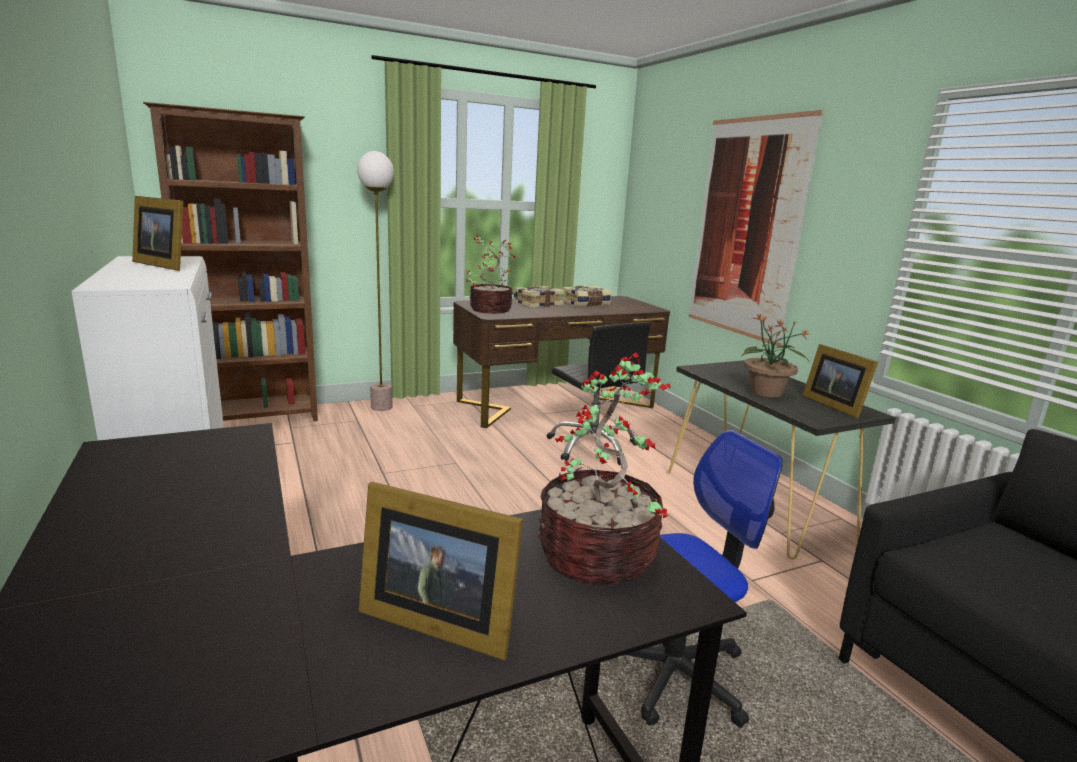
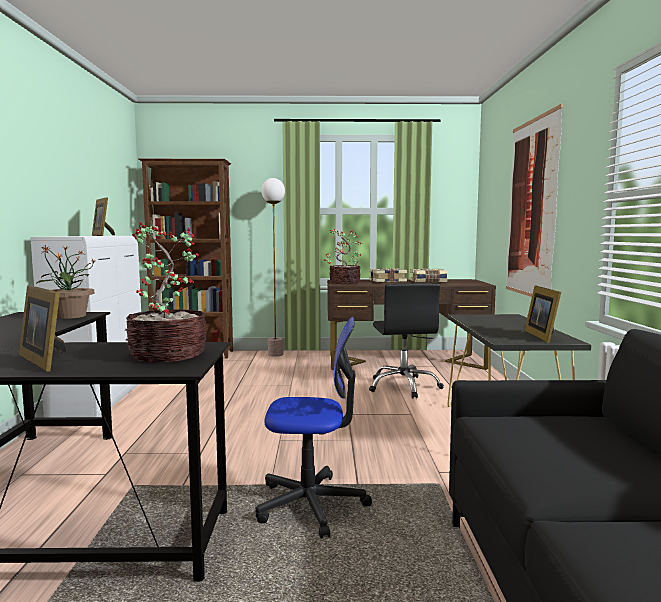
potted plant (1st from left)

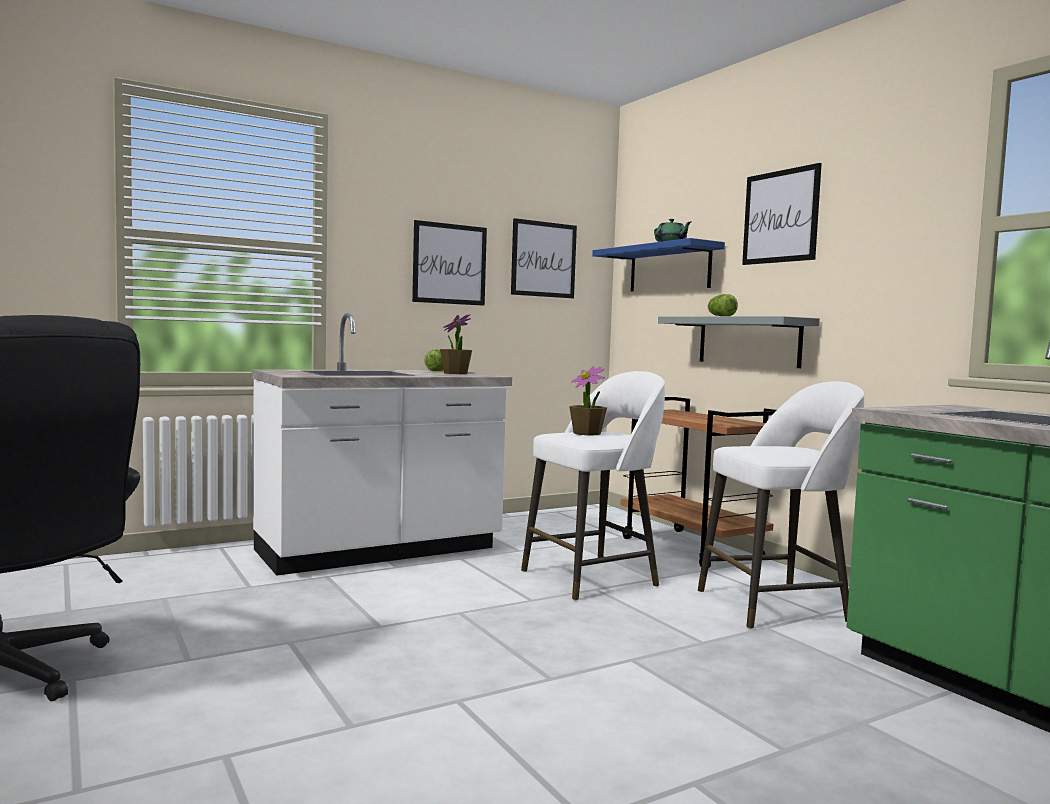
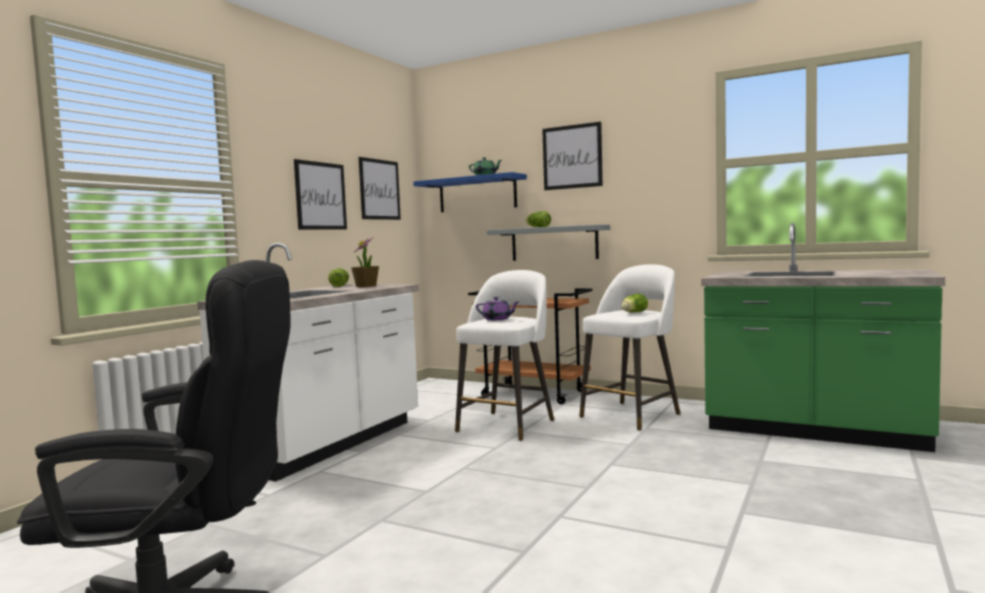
purplish tea pot
lettuce (3rd from left)

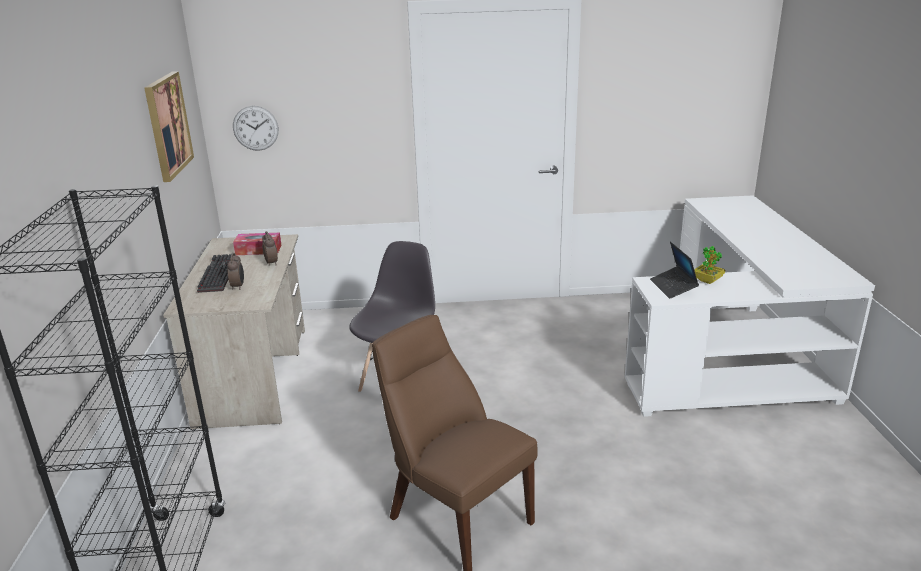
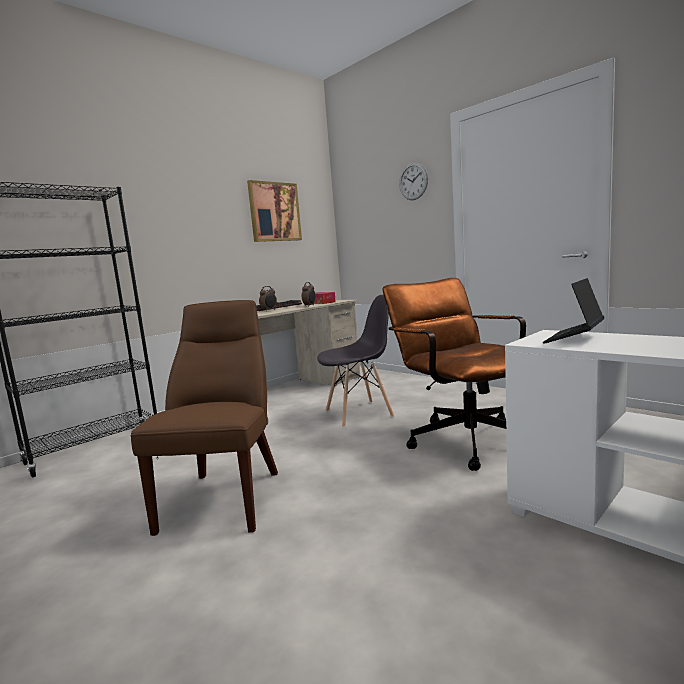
brownish computer chair
wall clock
potted plant

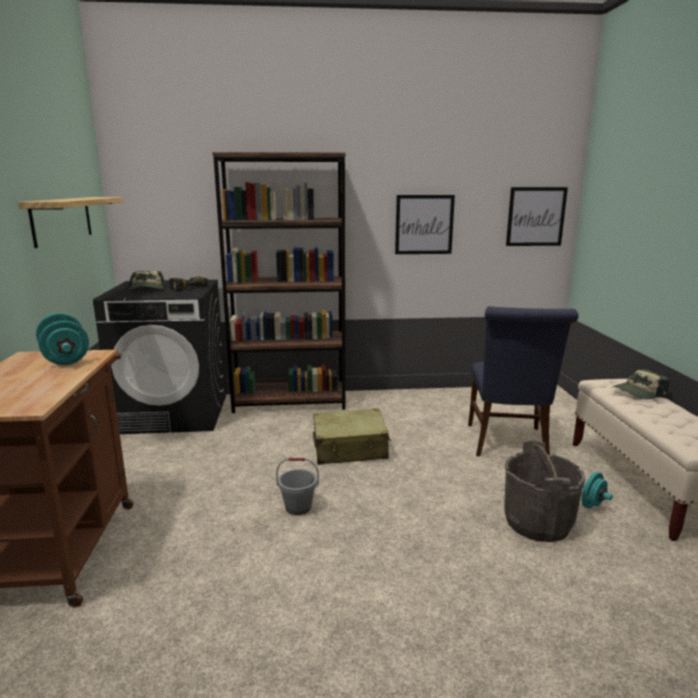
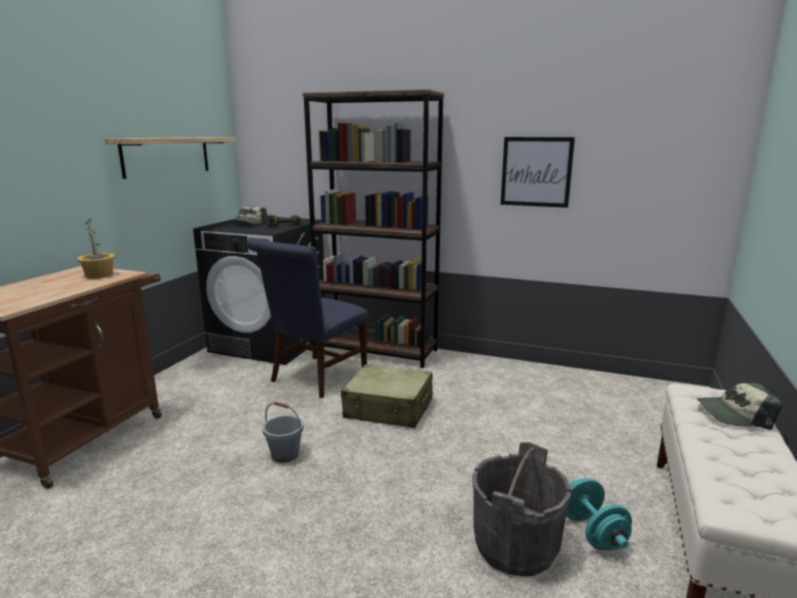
potted plant
blue upright chair
wall art (2nd from left in the first image)

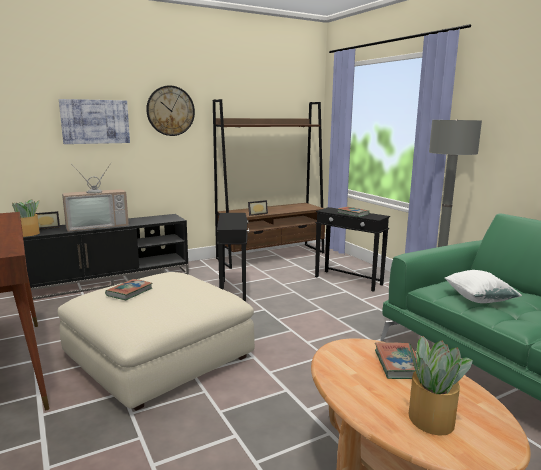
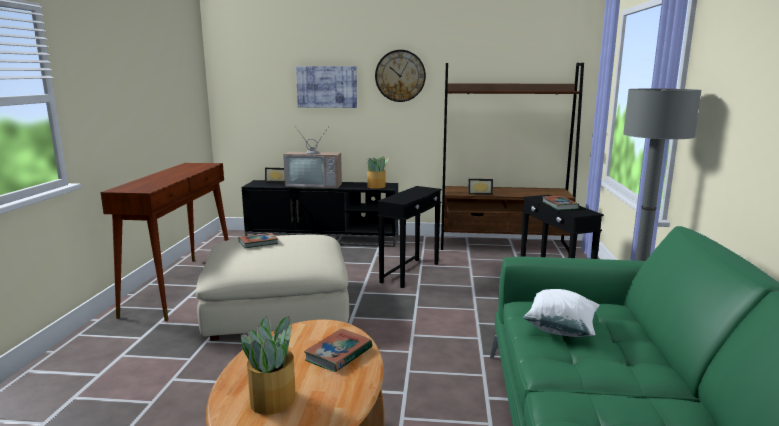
potted plant (2nd from left)

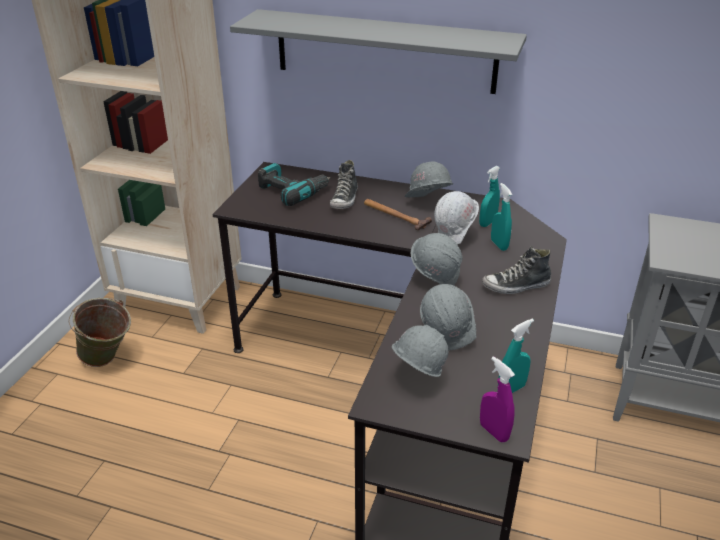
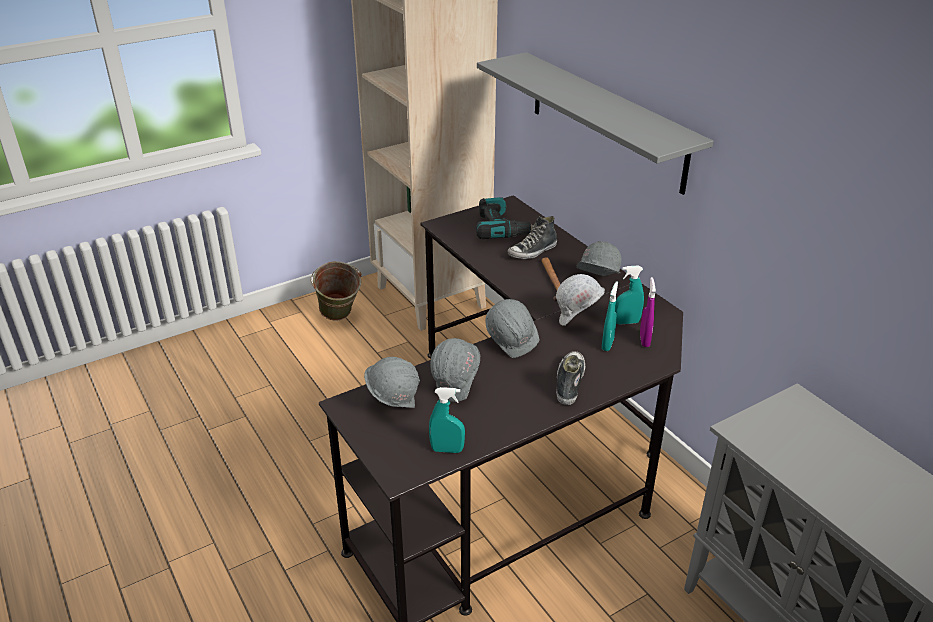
item of footwear (2nd from left)
purplish hand sprayer

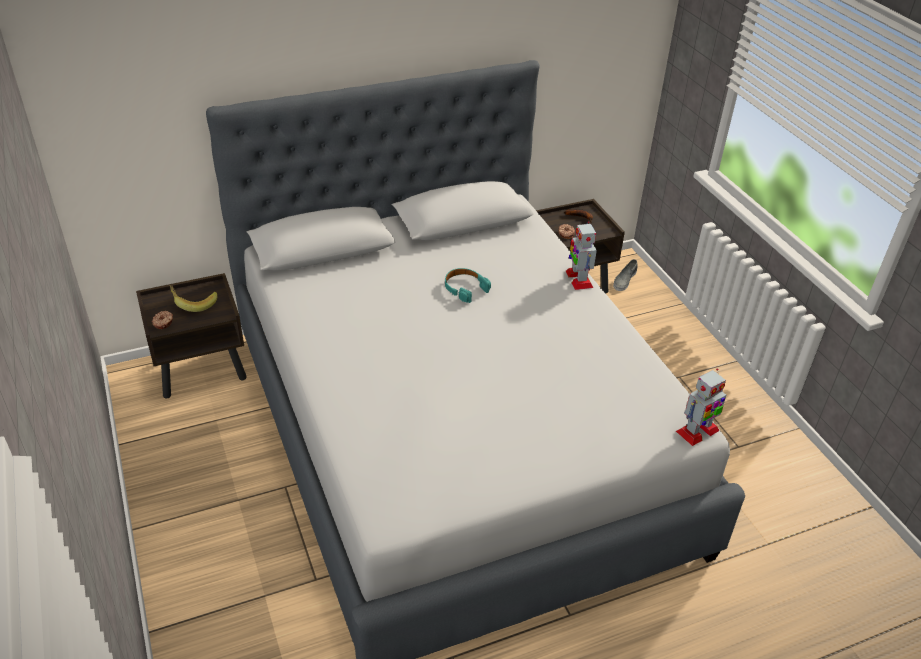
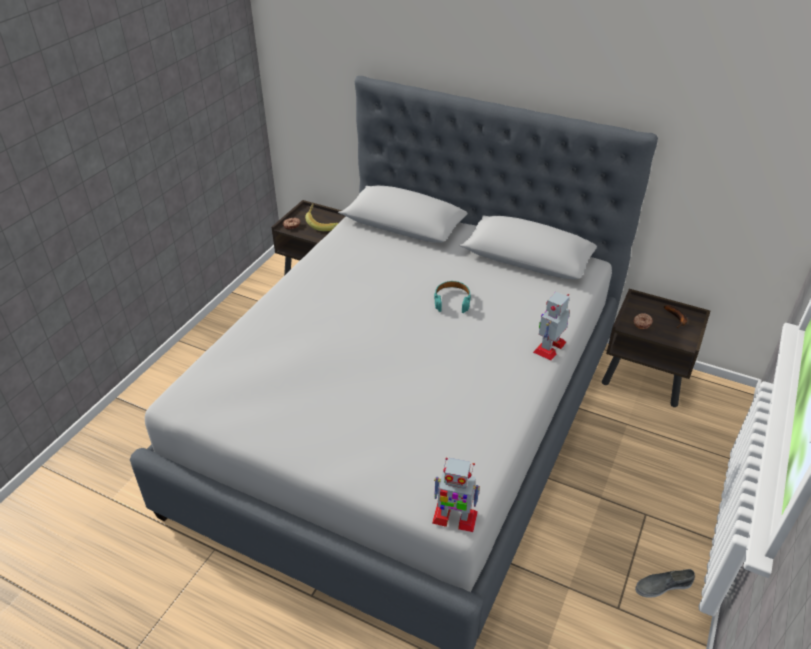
gray item of footwear

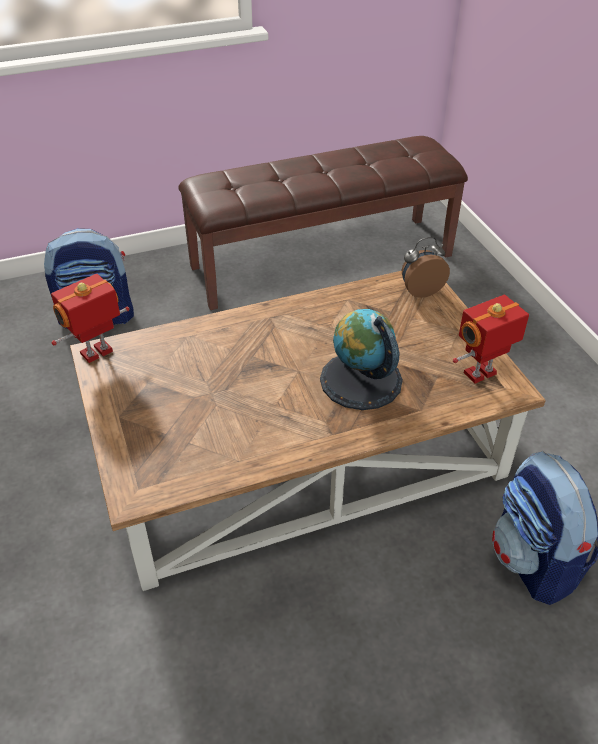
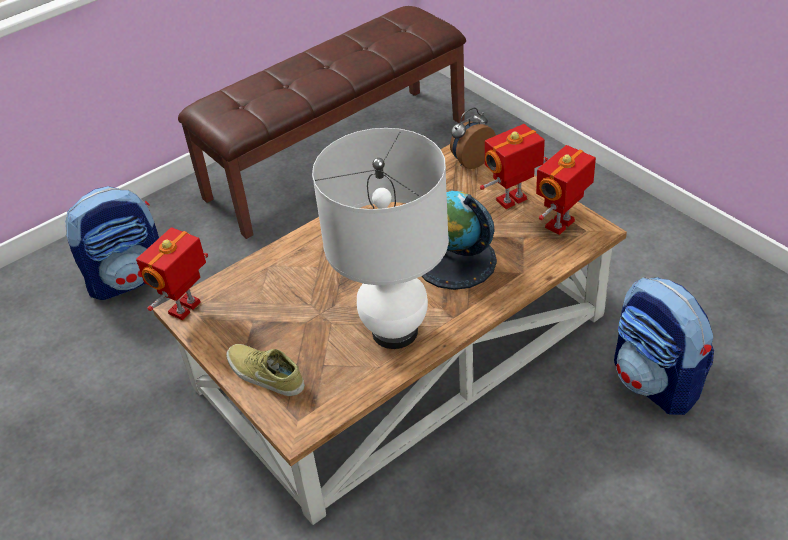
sand-coloured item of footwear
whitish table lamp
toy robot (2nd from left)

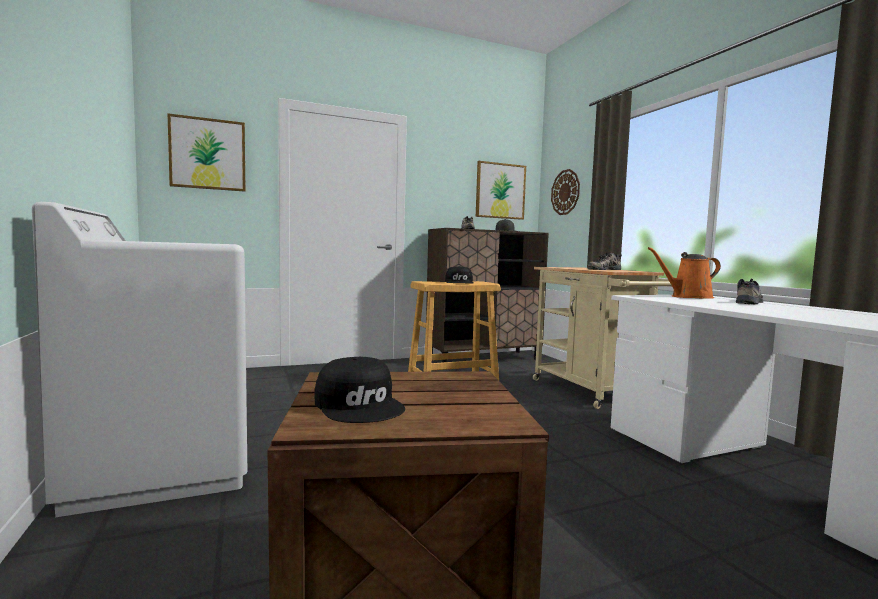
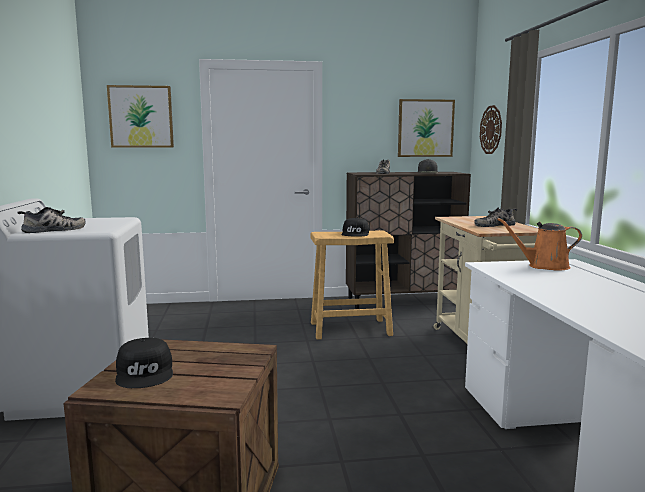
item of footwear (1st from left)

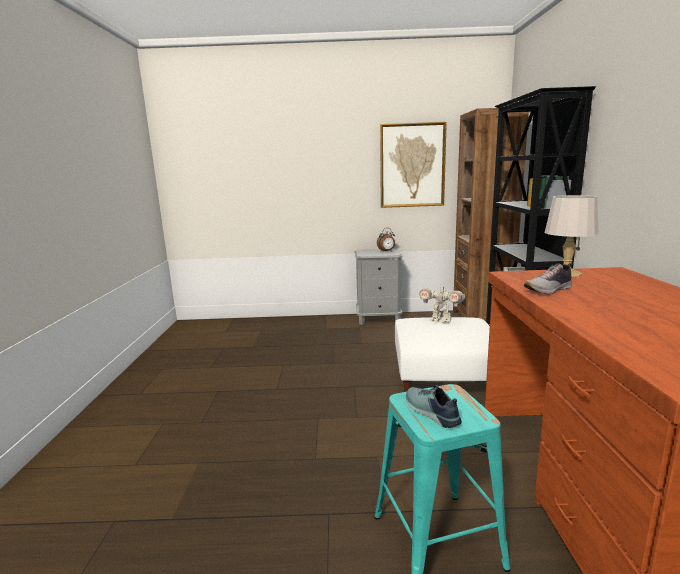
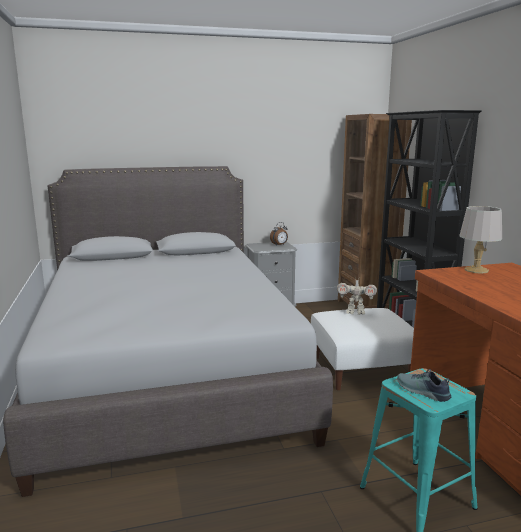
gray bedroom bed
wall art
item of footwear (2nd from left in the first image)

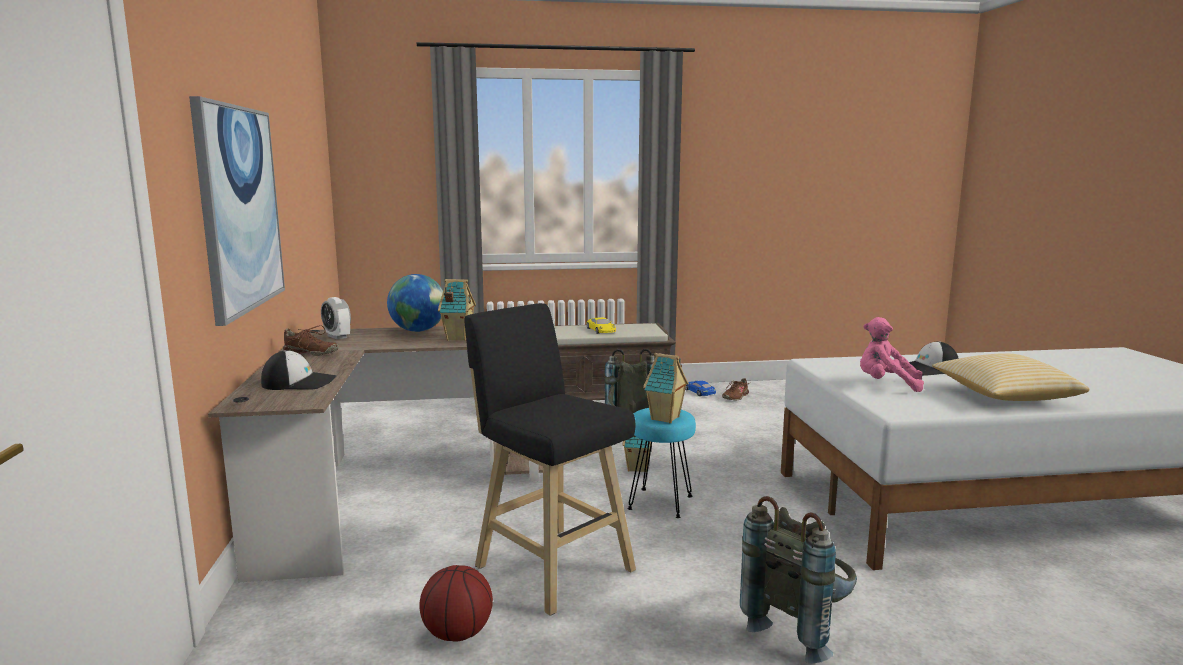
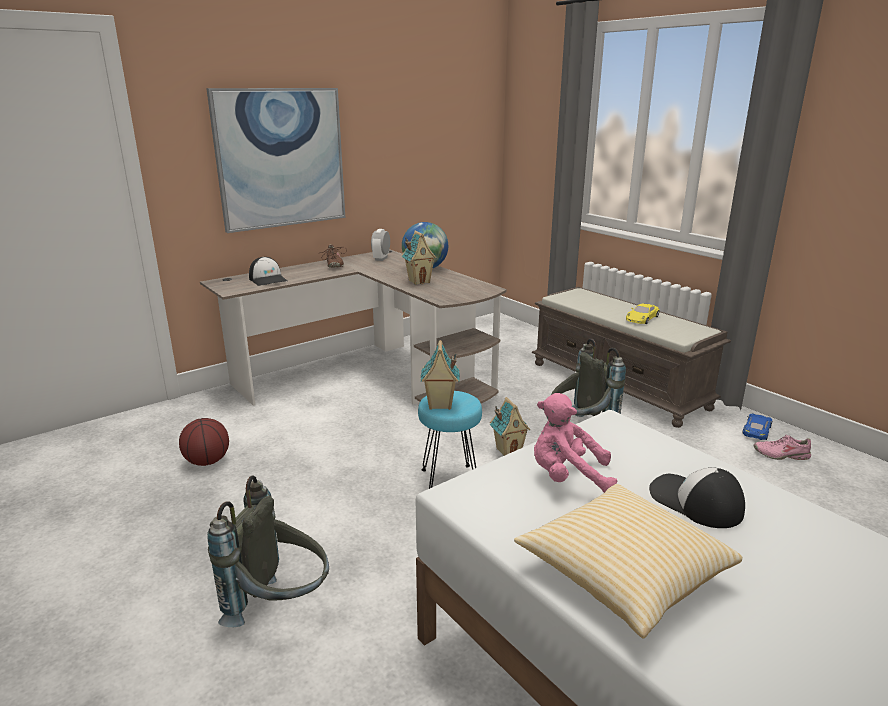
pink plush toy
pink item of footwear
black-coloured sitting stool

